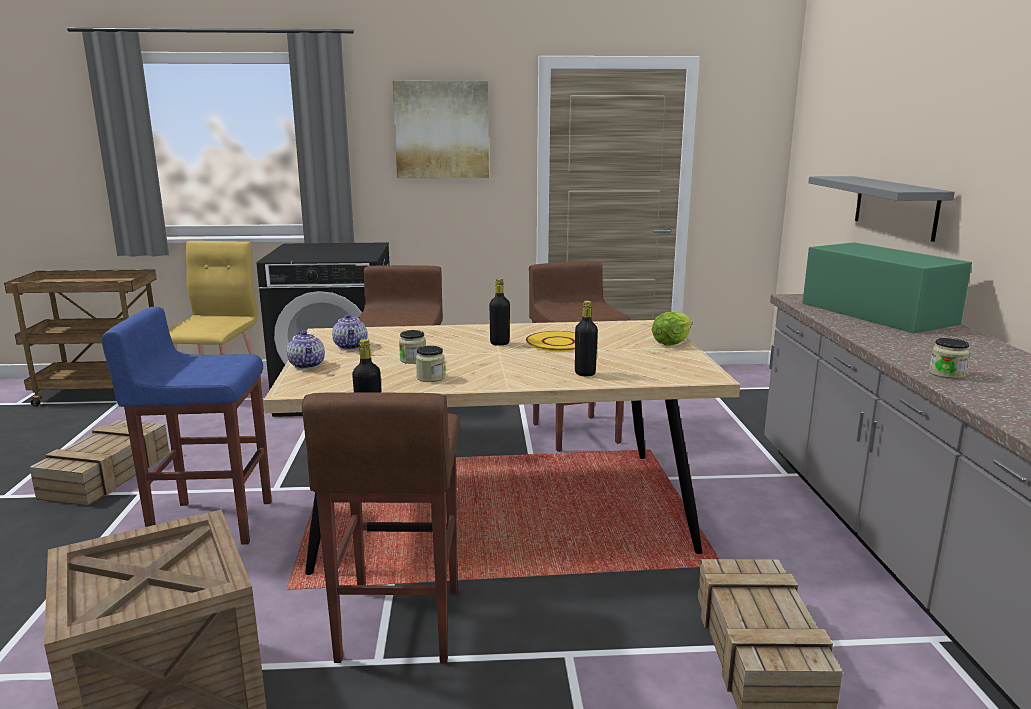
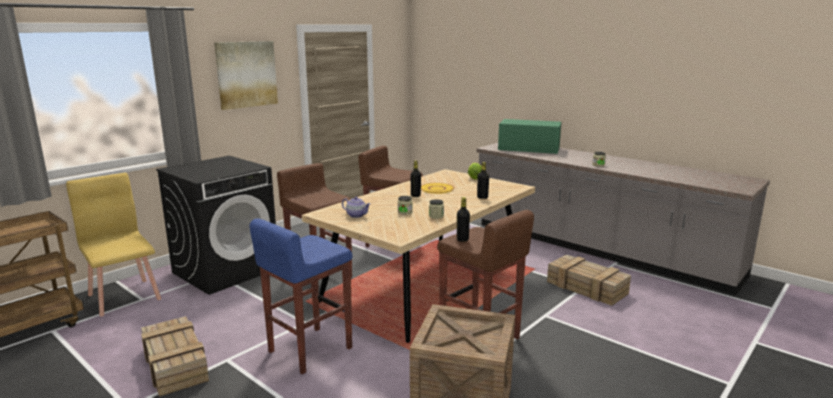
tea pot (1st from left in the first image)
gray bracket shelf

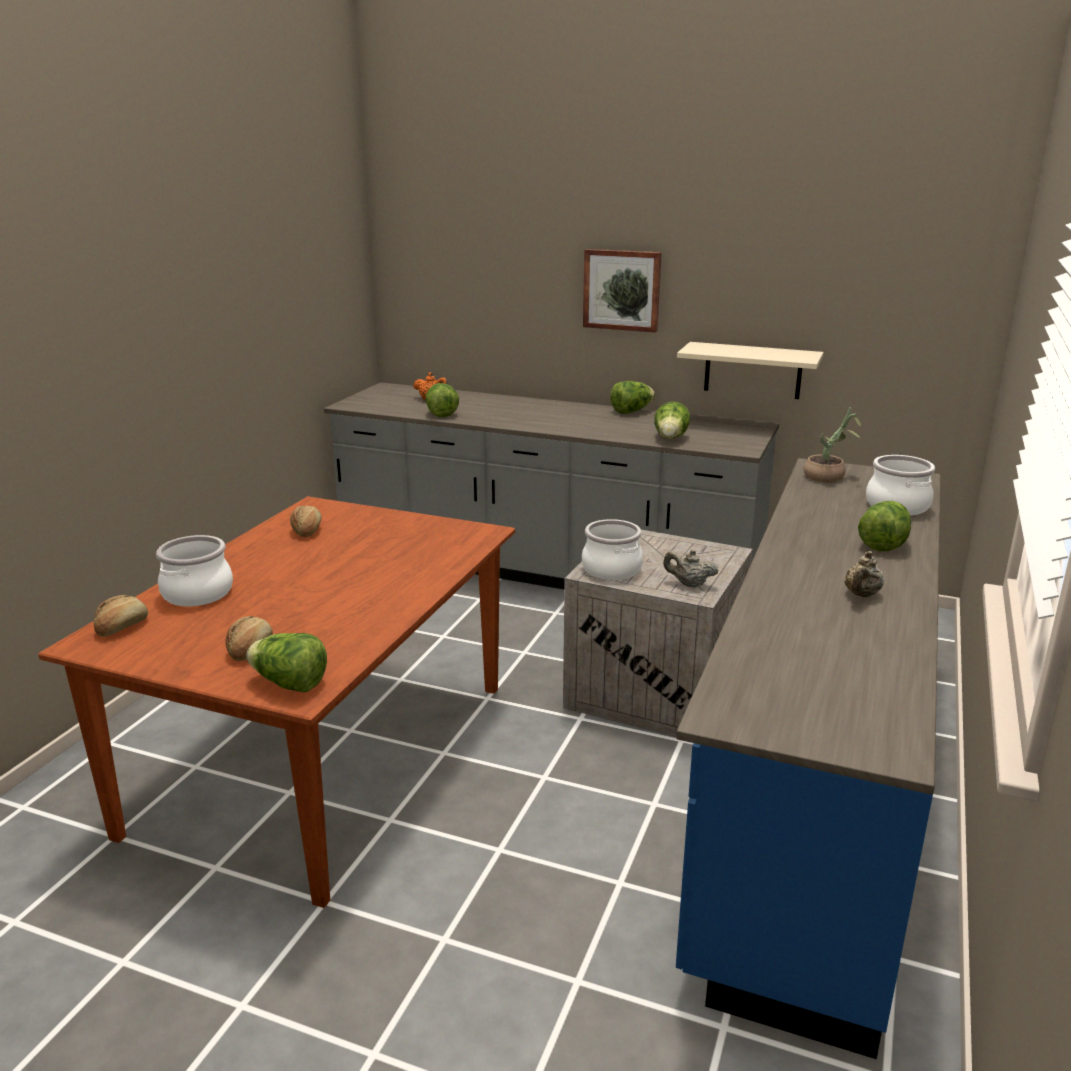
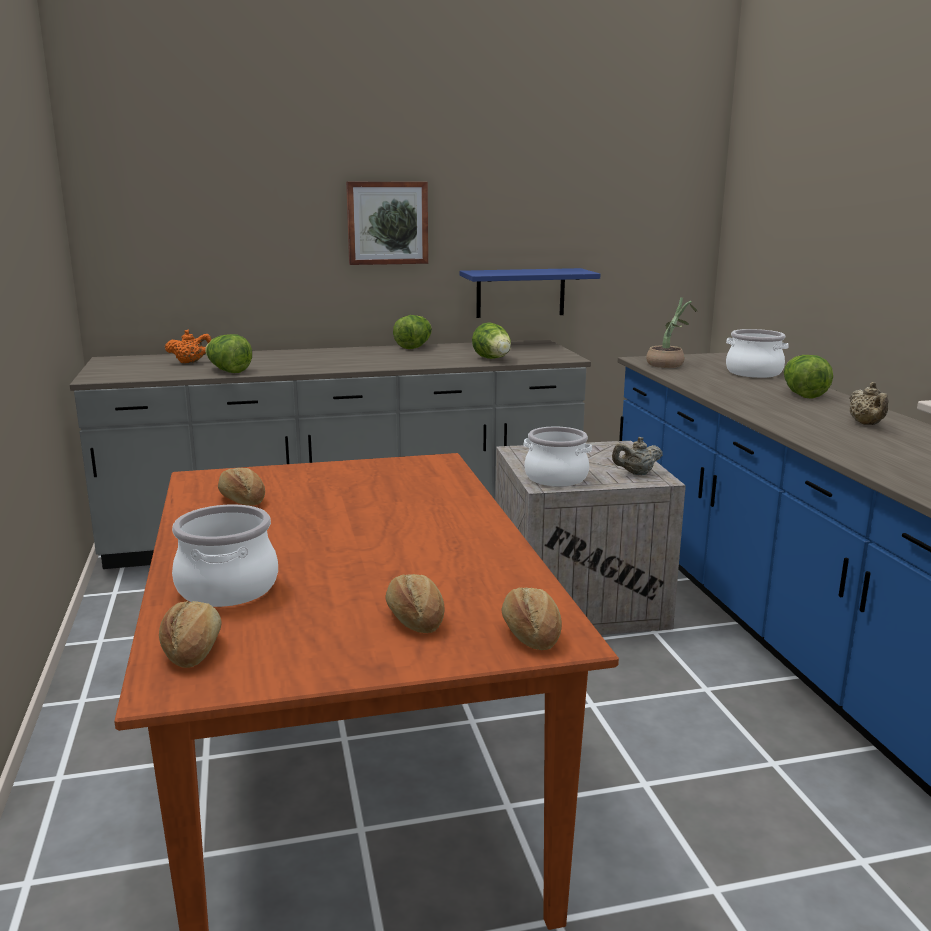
blue bracket shelf
bread (4th from left)

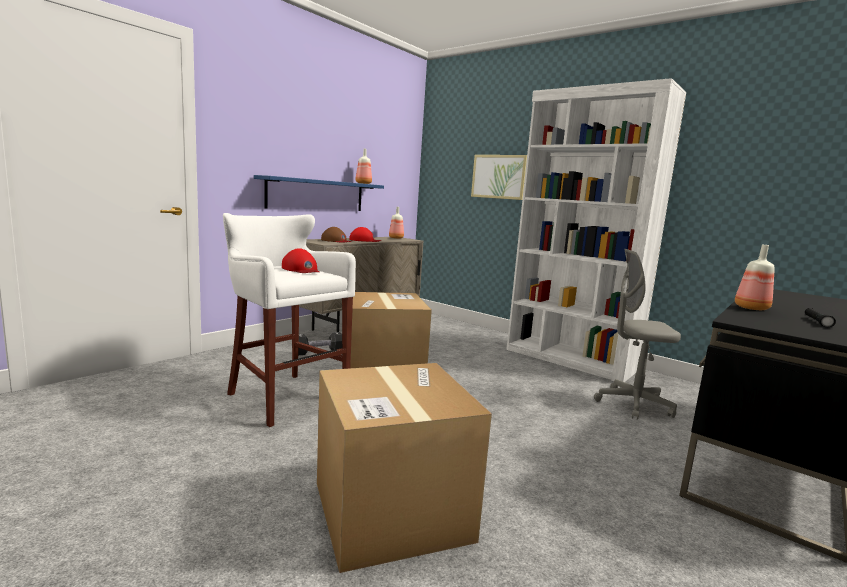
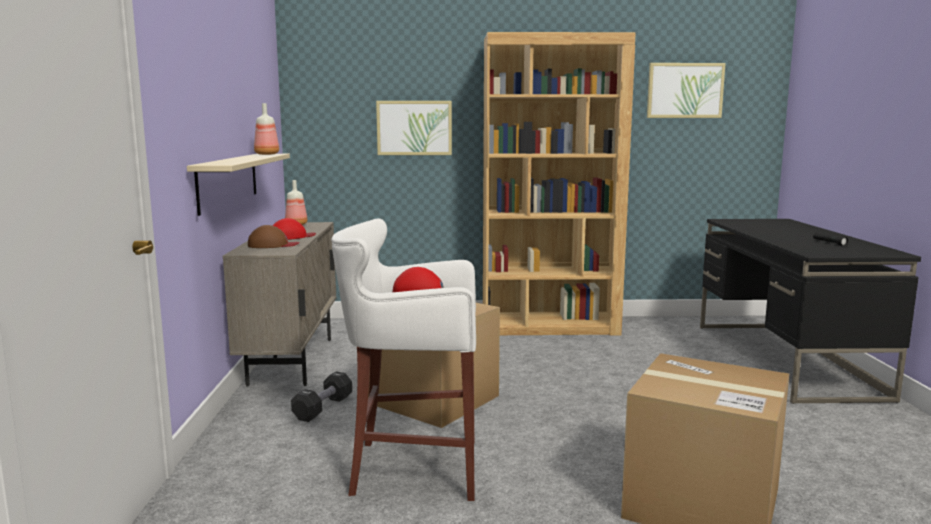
sand-coloured bracket shelf
brownish bookshelf
wall art (2nd from left)
gray computer chair
bottle (3rd from left in the first image)

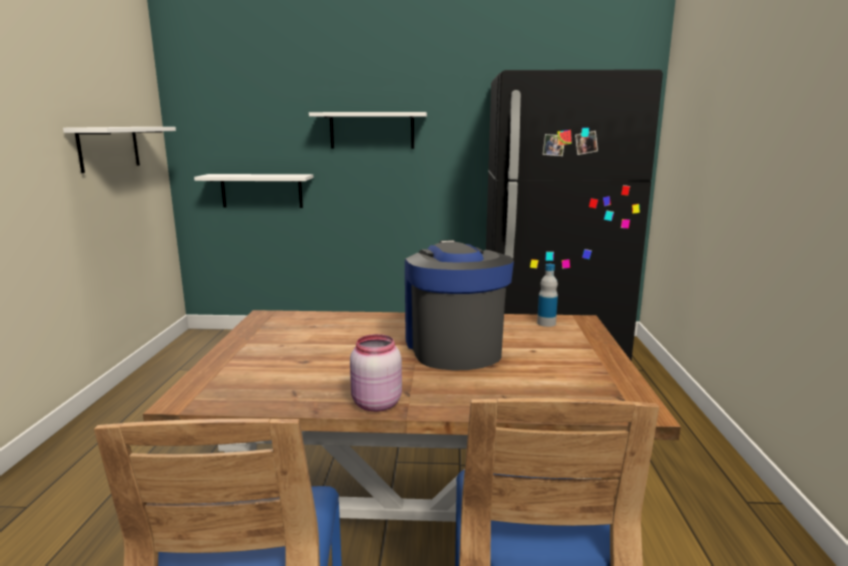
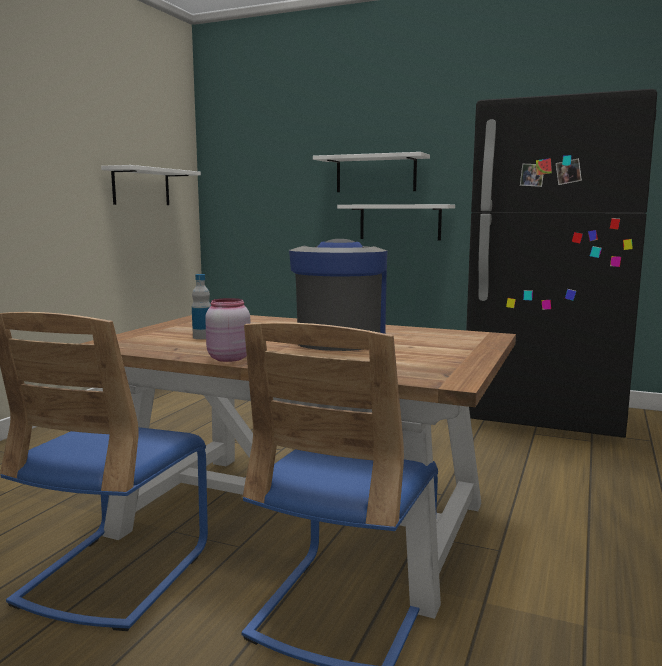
bottle
whitish bracket shelf (3rd from left)

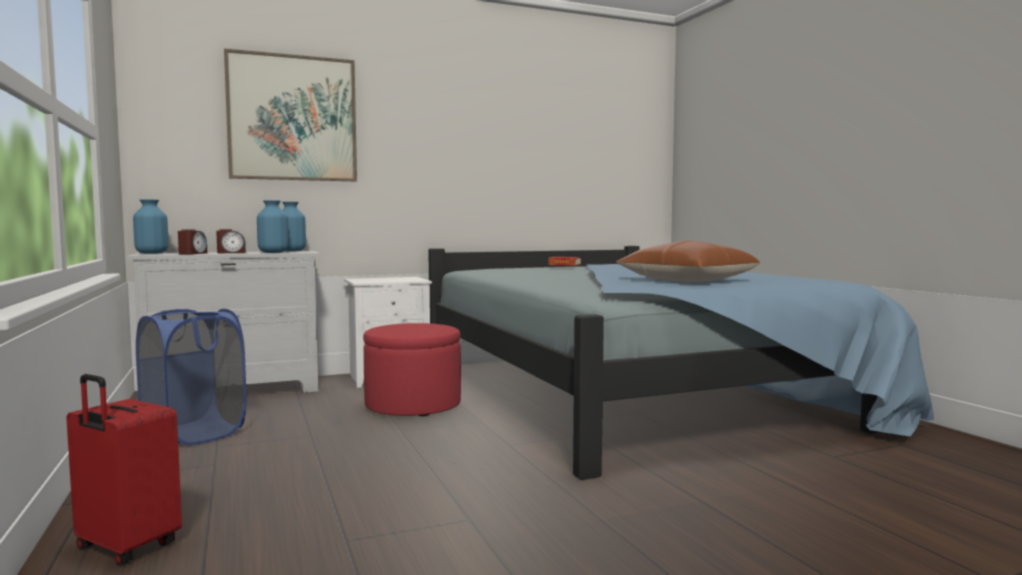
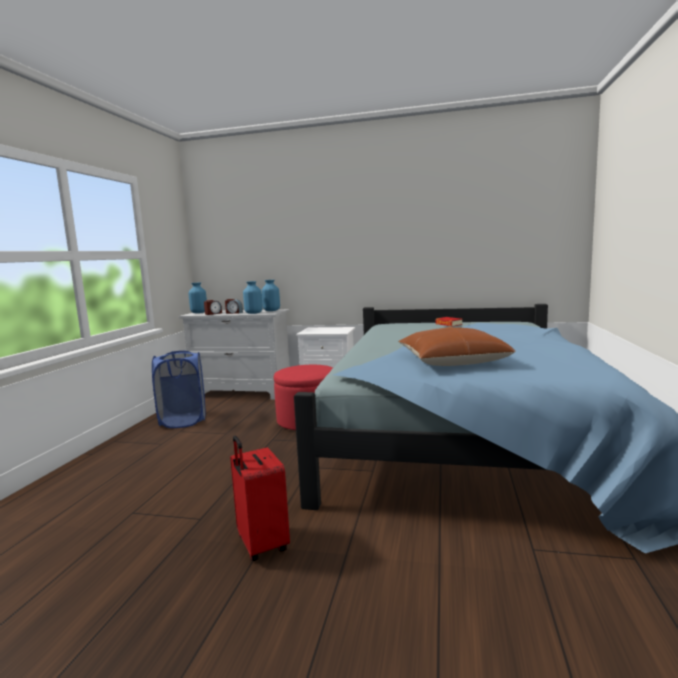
reddish suitcase
wall art

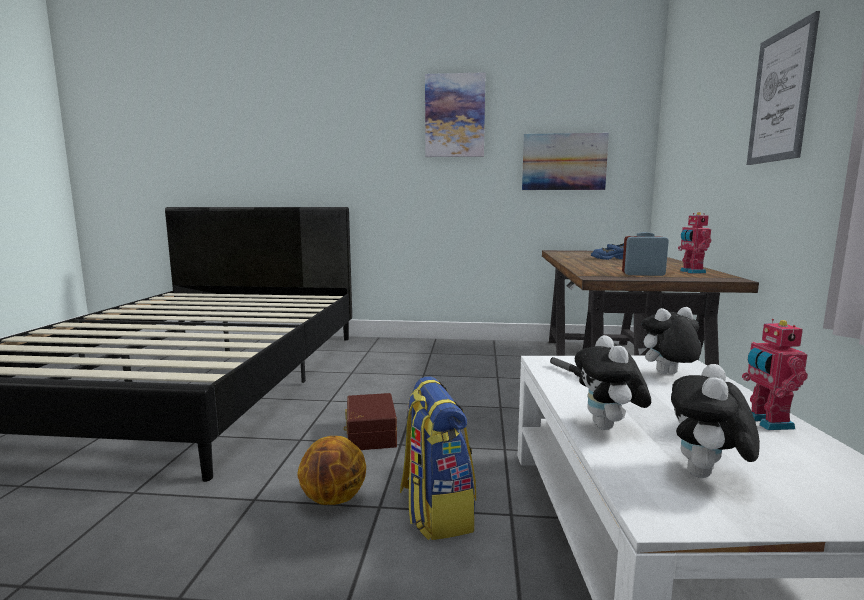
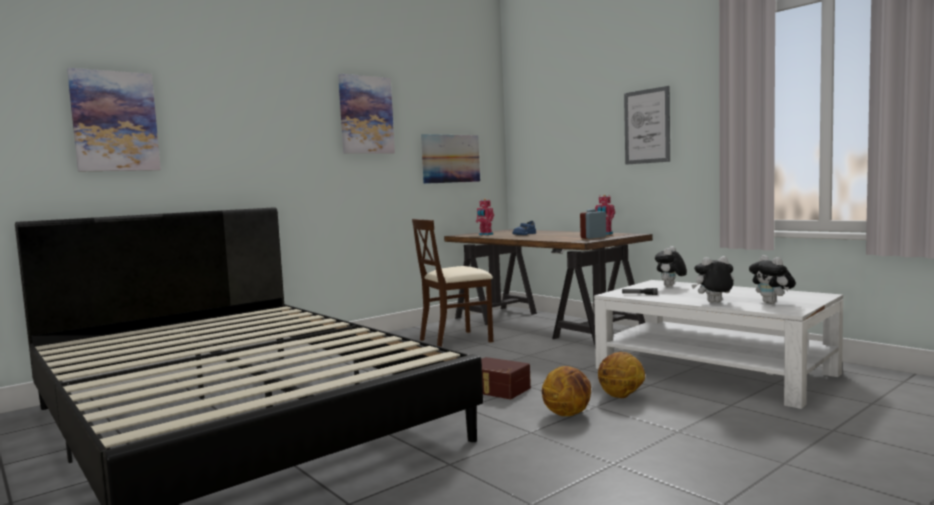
wall art (1st from left)
sand-coloured upright chair
toy robot (1st from left)
basketball ball (2nd from left)
plush toy (2nd from left)

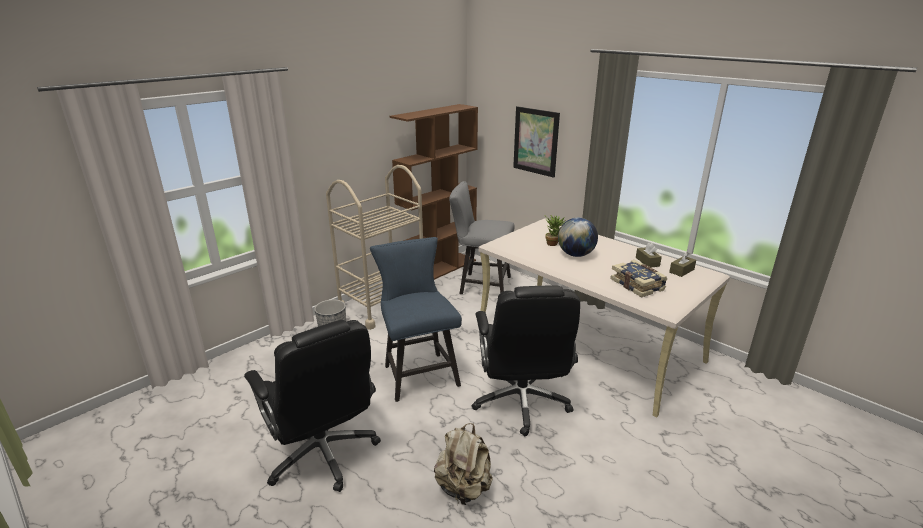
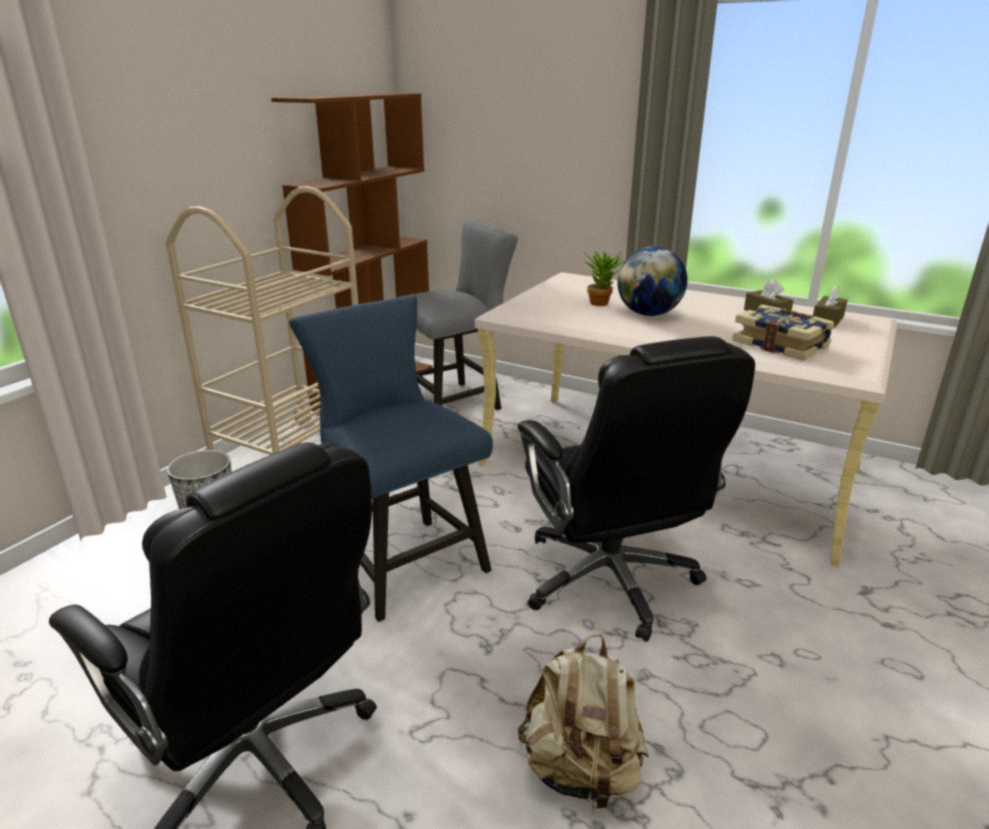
gray upright chair
wall art

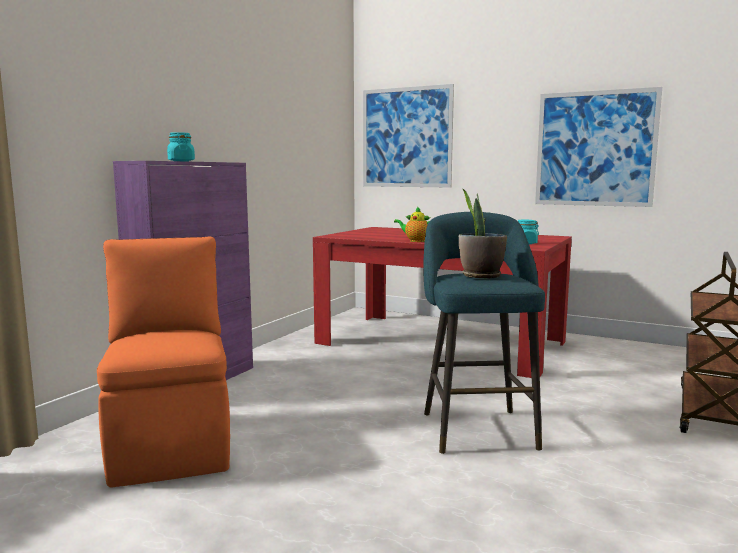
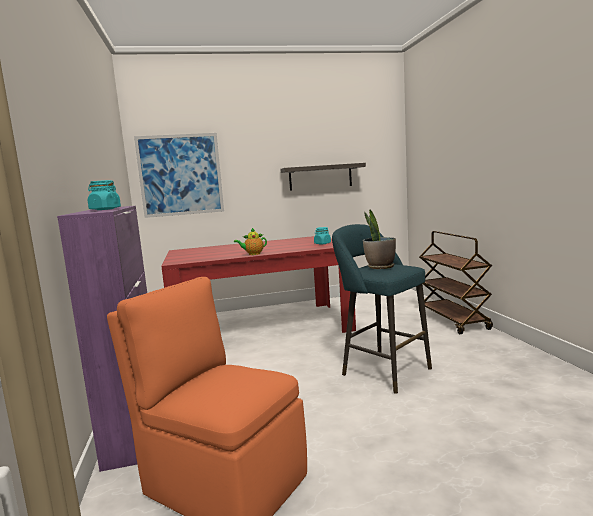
bracket shelf

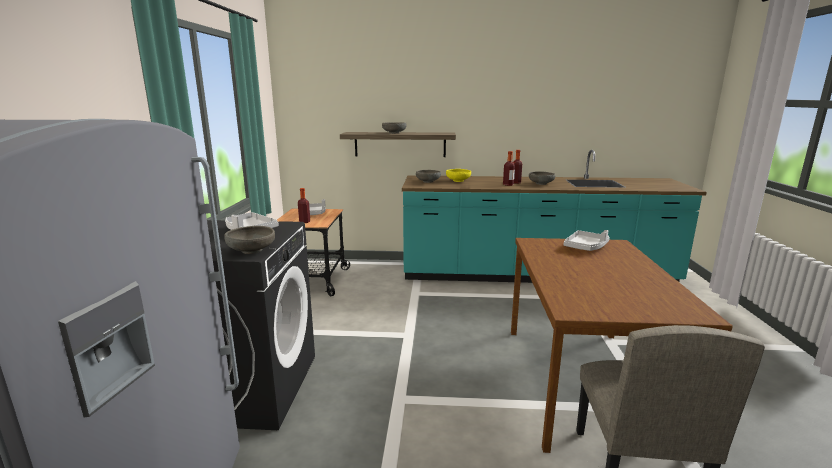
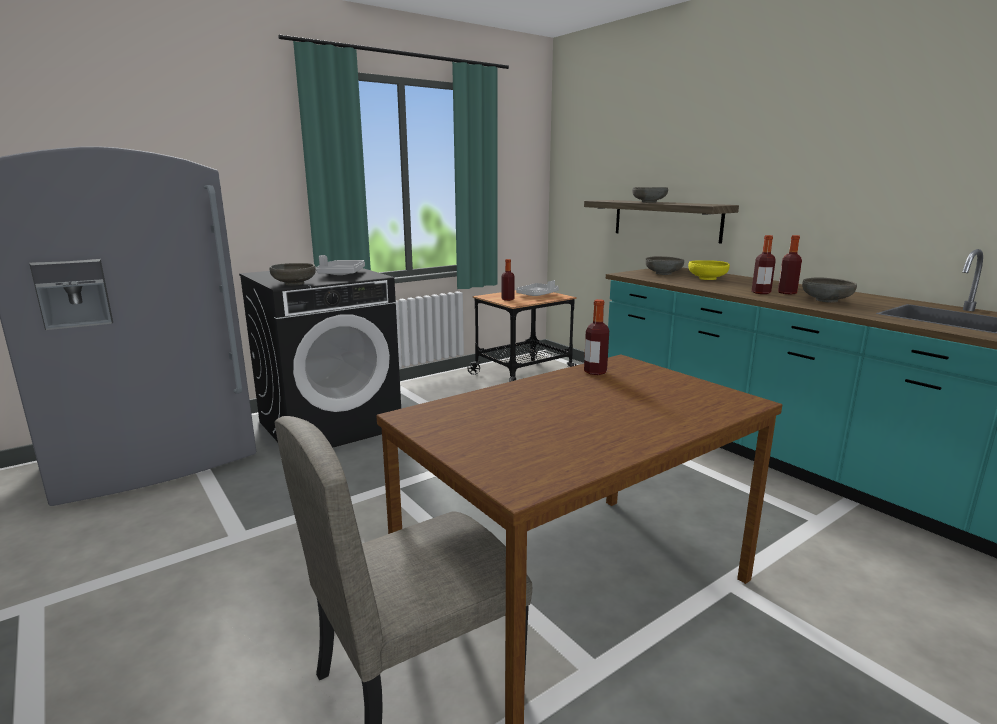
bottle (2nd from left)
gray tray (3rd from left in the first image)

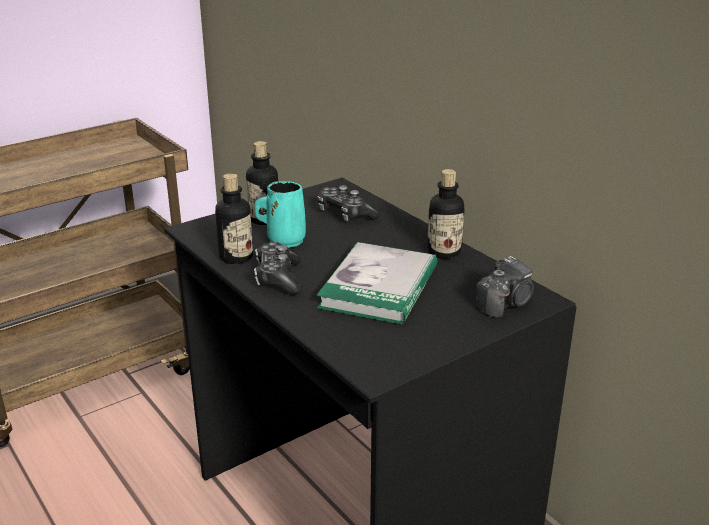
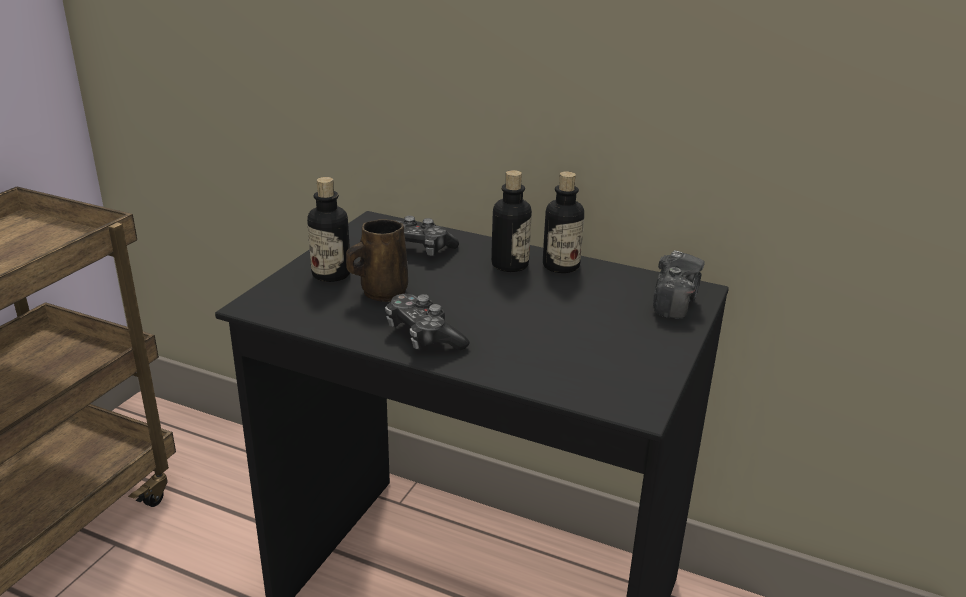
brownish coffee mug
bottle (2nd from left)
bound book

